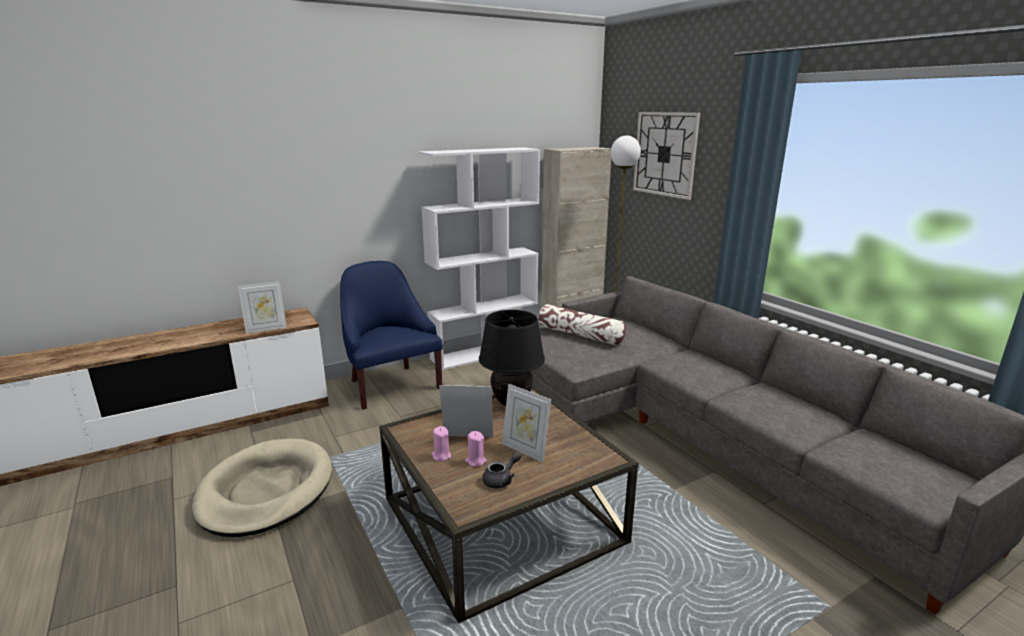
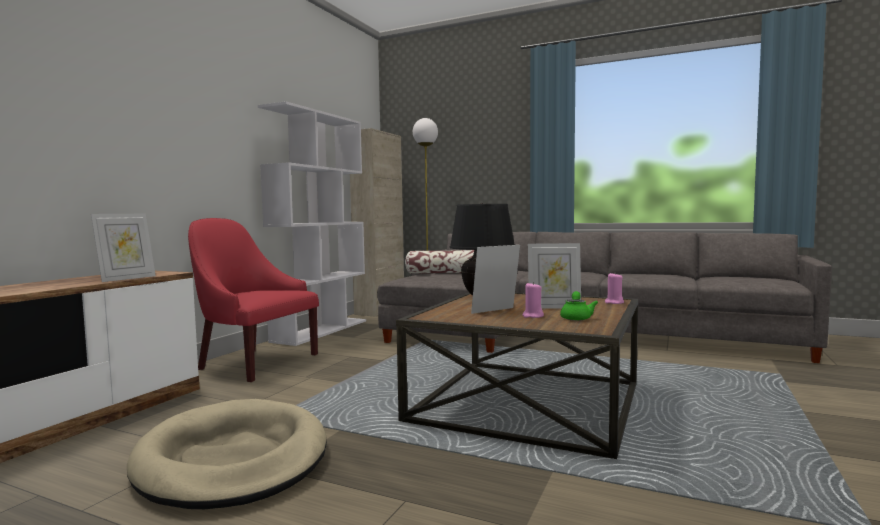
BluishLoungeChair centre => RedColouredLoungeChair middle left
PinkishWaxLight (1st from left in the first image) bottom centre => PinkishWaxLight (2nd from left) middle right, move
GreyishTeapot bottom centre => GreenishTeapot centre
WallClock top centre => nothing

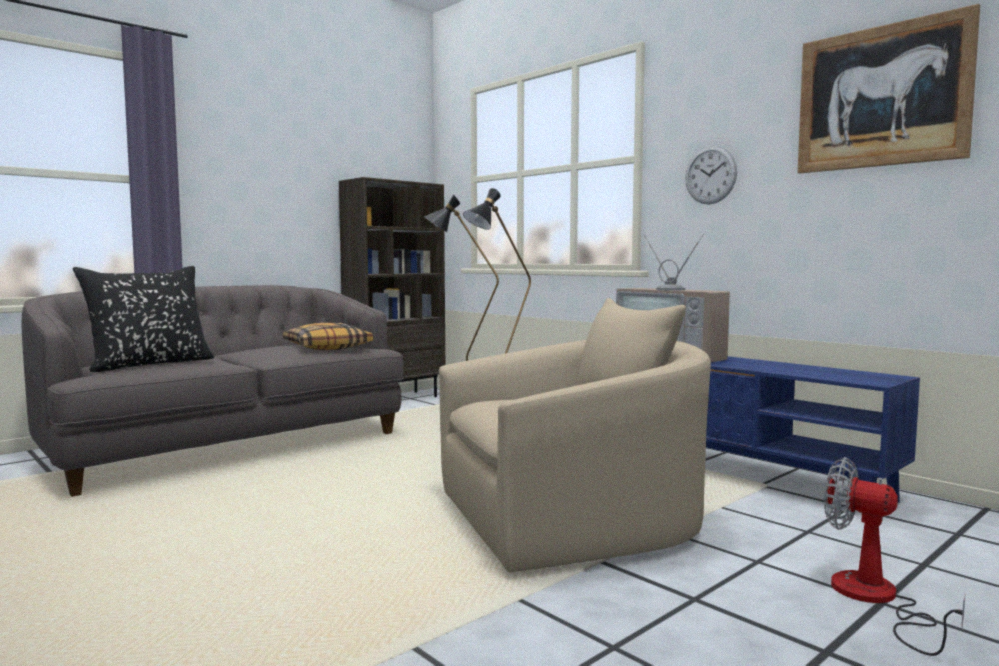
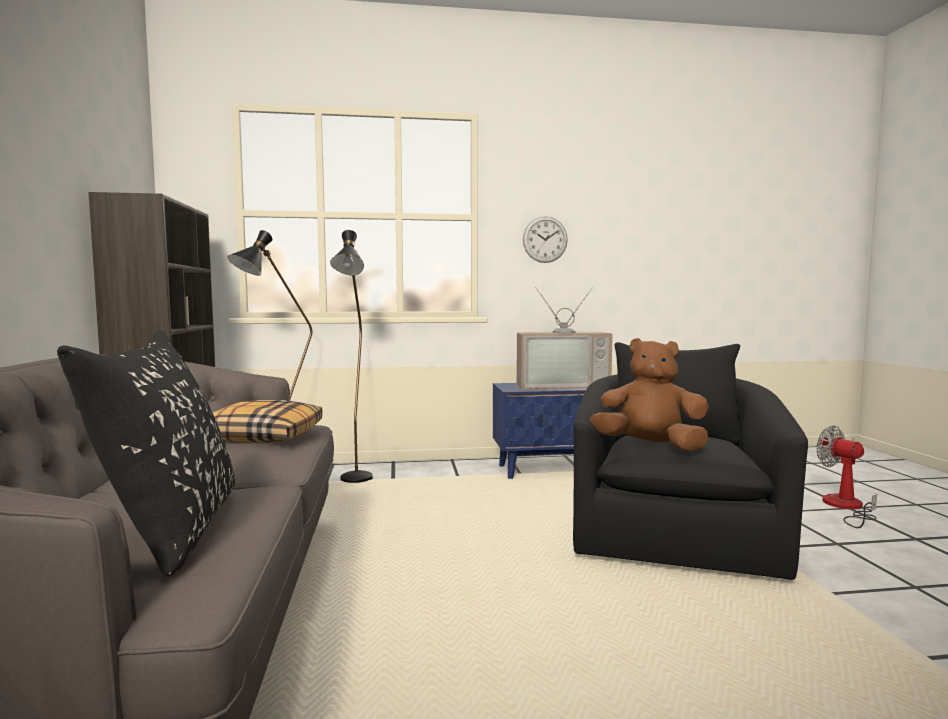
BeigeColouredLoungeChair centre => BlackLoungeChair middle right
WallArt top right => nothing
CoolingFan bottom right => CoolingFan middle right, 75 degrees clockwise
nothing => BrownColouredCuddlyToy middle right

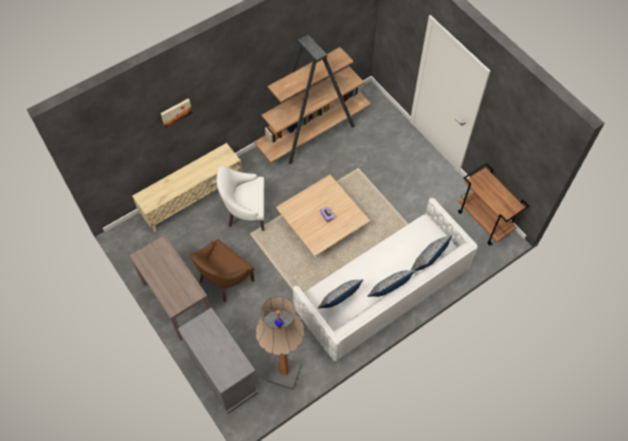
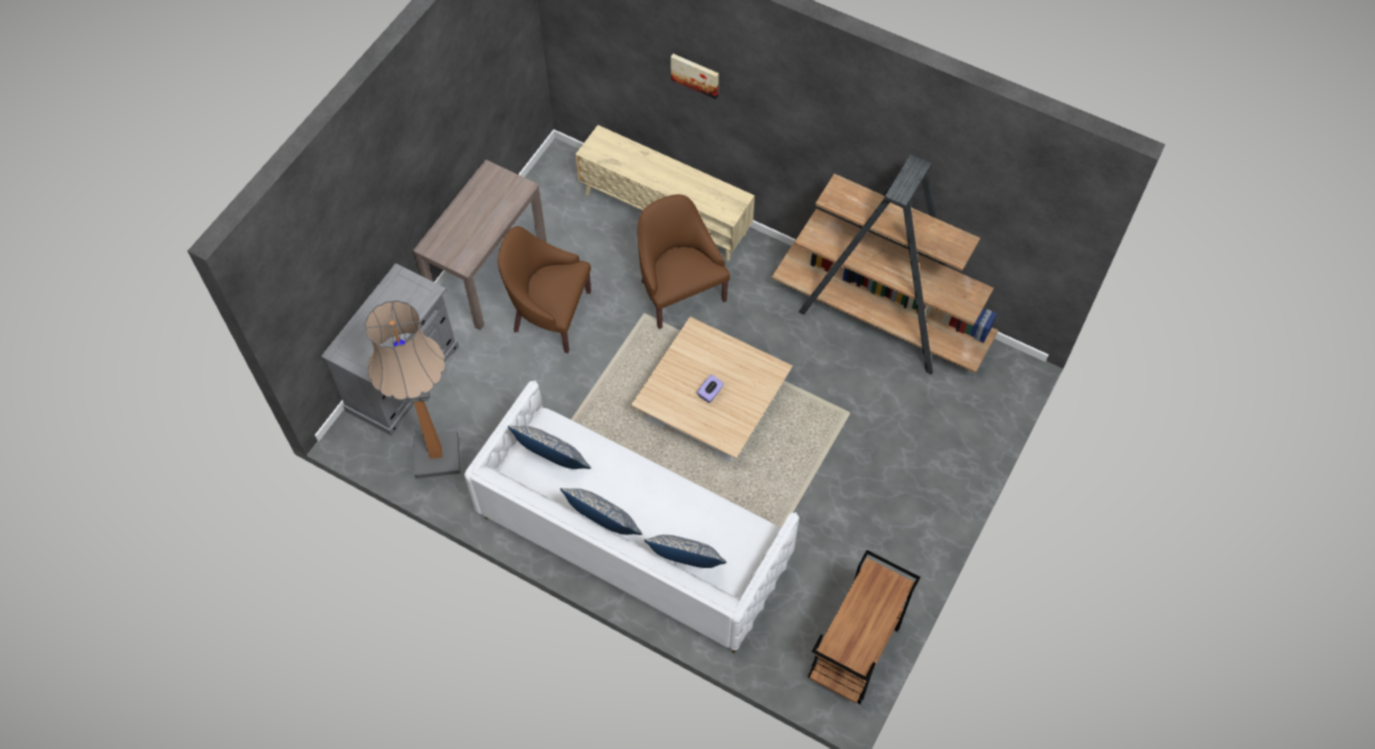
WhiteLoungeChair centre => BrownColouredLoungeChair (2nd from left) centre

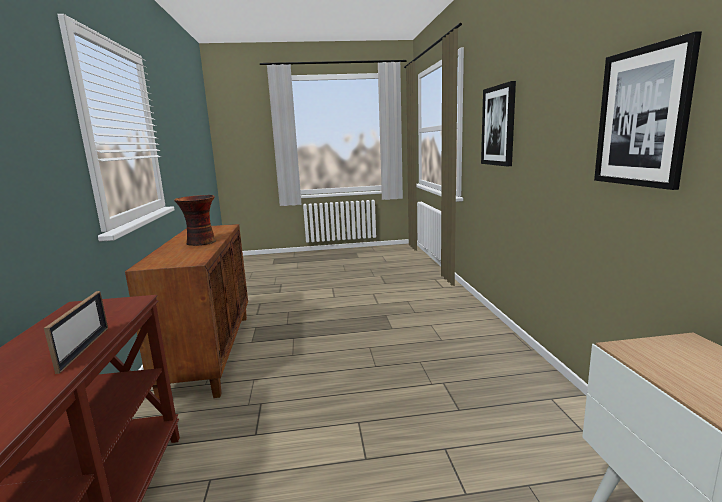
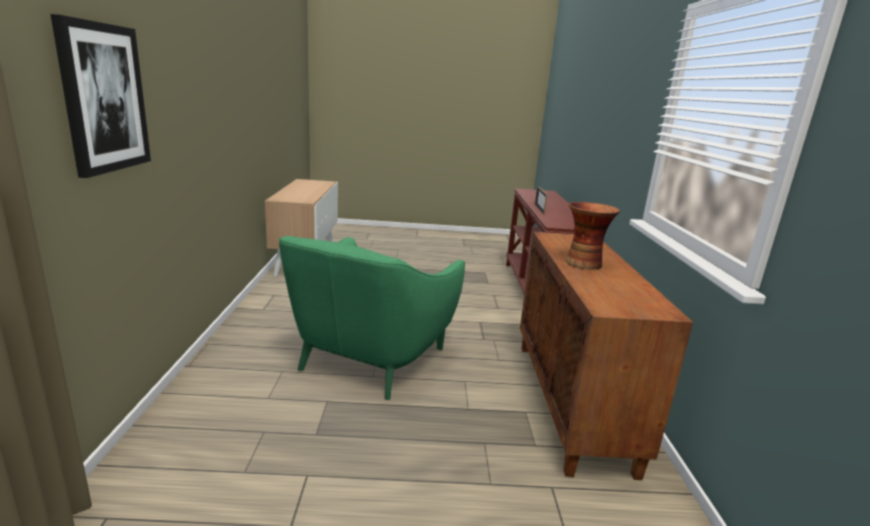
WallArt (2nd from left) top right => nothing
nothing => GreenishLoungeChair centre

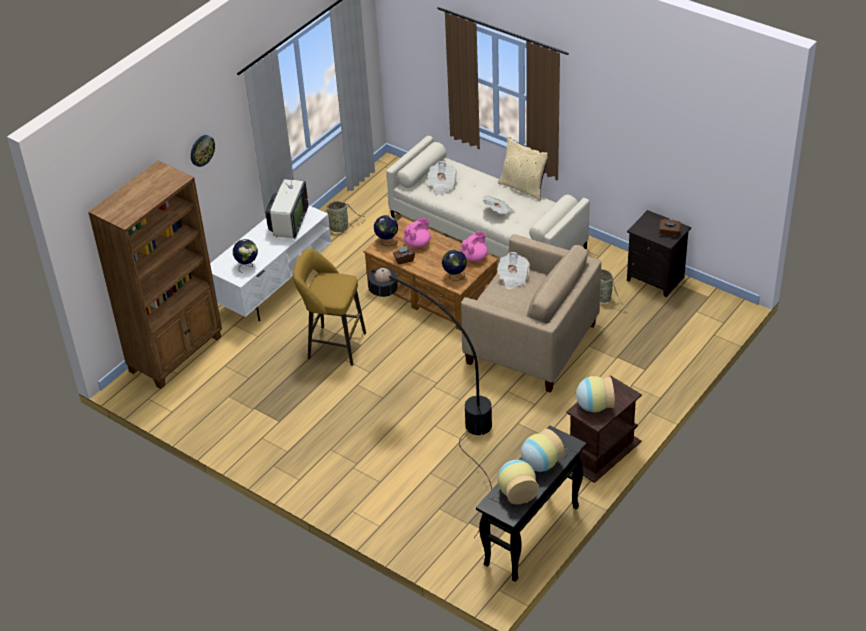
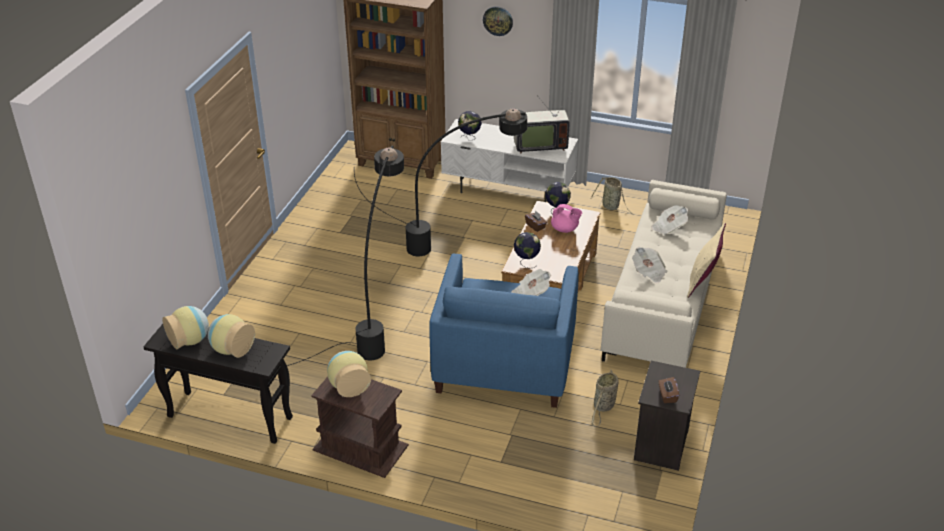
YellowishSittingStool centre => BlackStandingLamp (2nd from left) centre
PinkishTeapot (2nd from left) centre => nothing
BeigeColouredLoungeChair centre => BluishLoungeChair centre

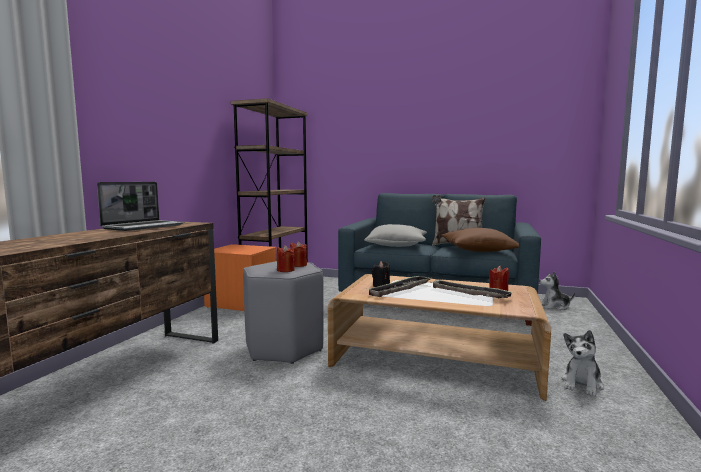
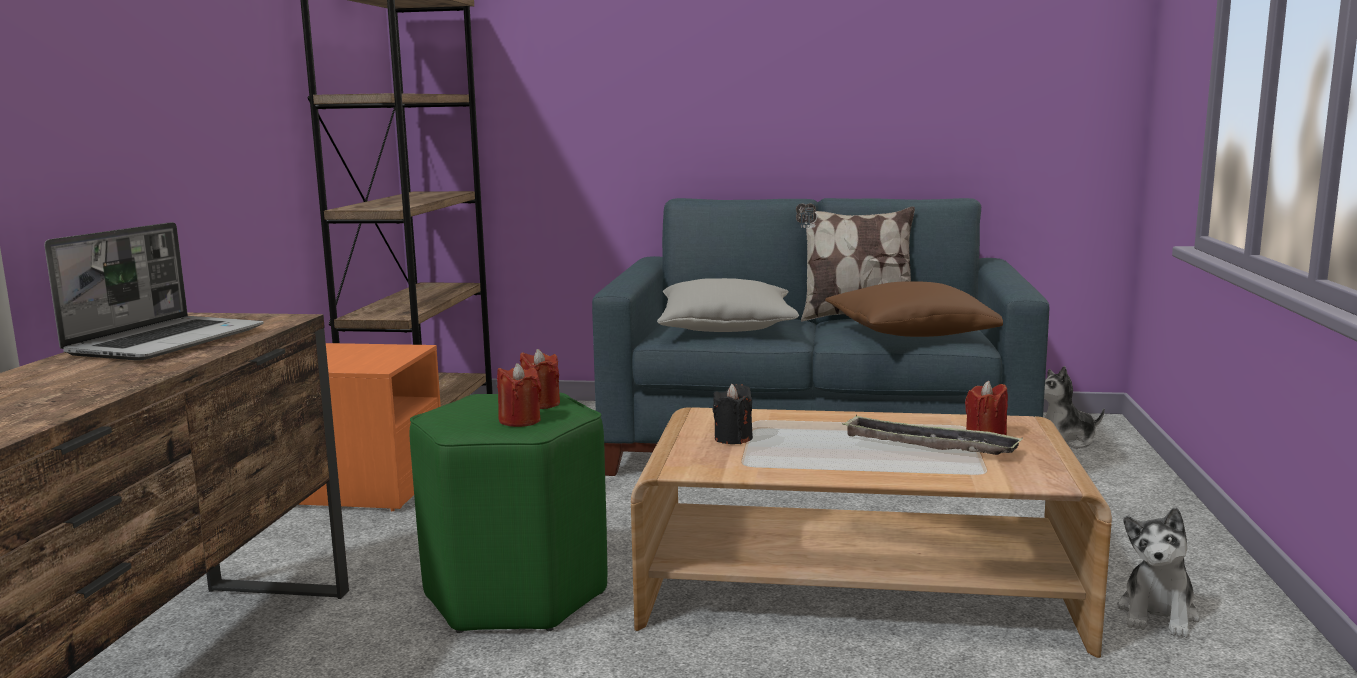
GreyishSittingStool centre => GreenishSittingStool bottom centre
ServingTray (1st from left) centre => nothing

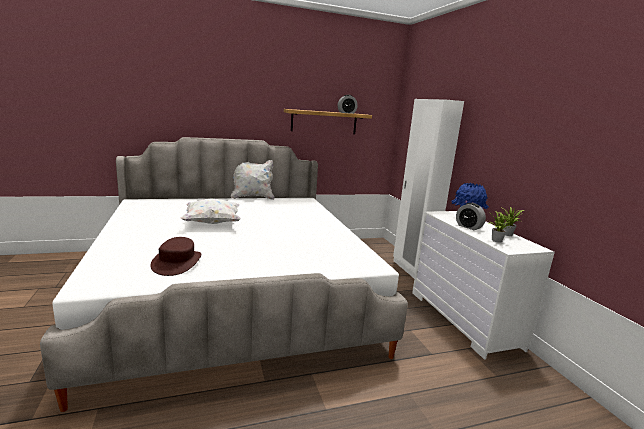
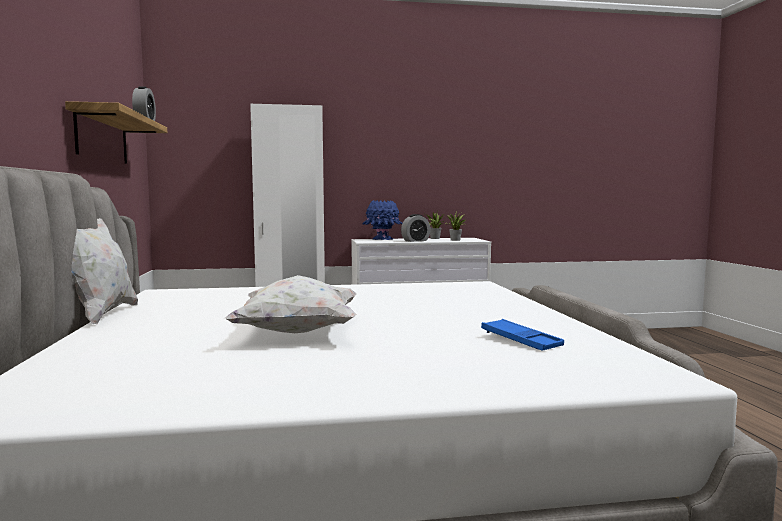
BrownColouredClothingHat middle left => BluishServingTray middle right

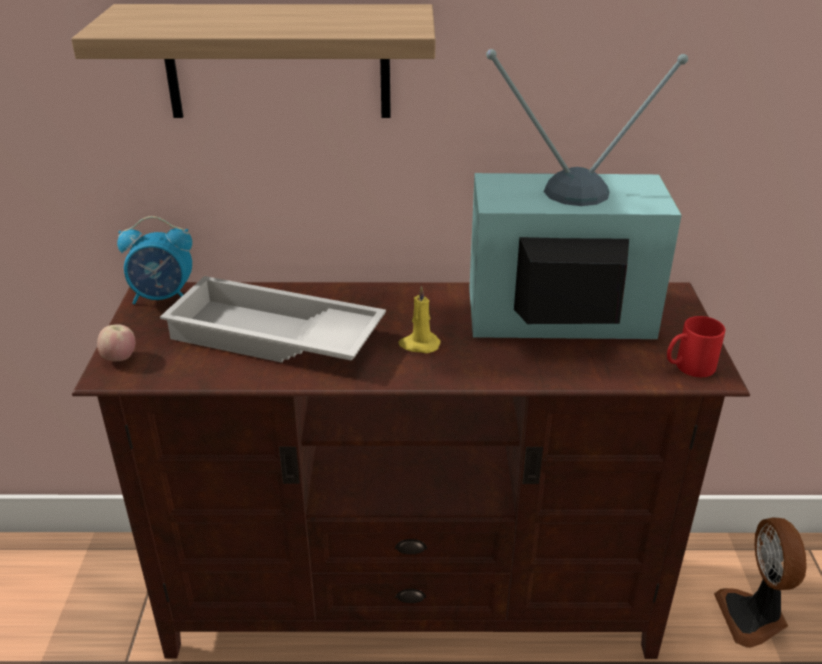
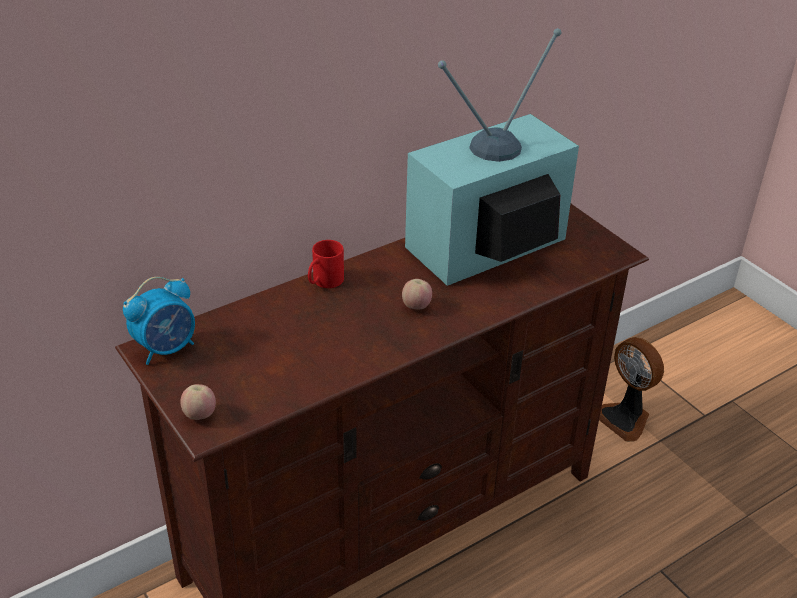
Shelf top left => nothing
WhiteServingTray middle left => nothing
YellowishWaxLight centre => Apple (2nd from left) centre
RedColouredCoffeeMug middle right => RedColouredCoffeeMug centre, move

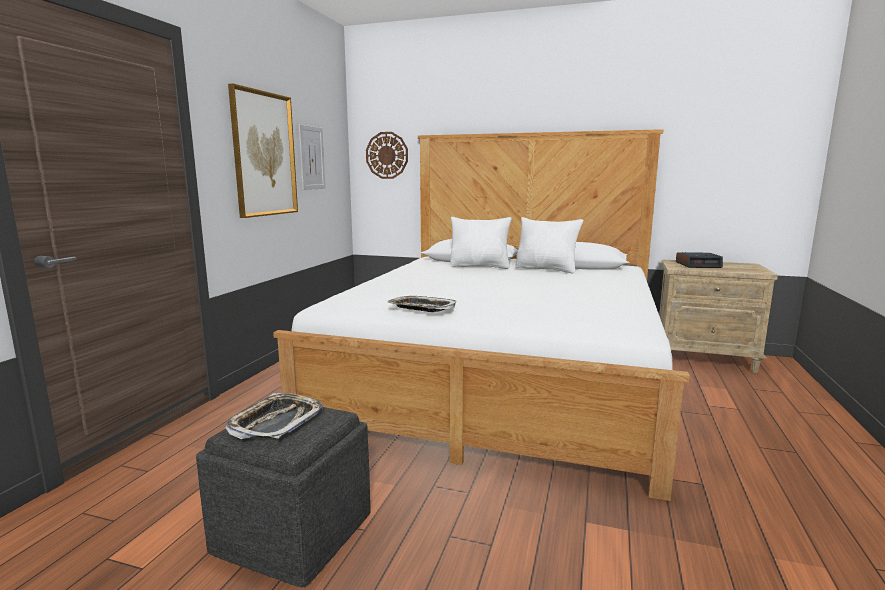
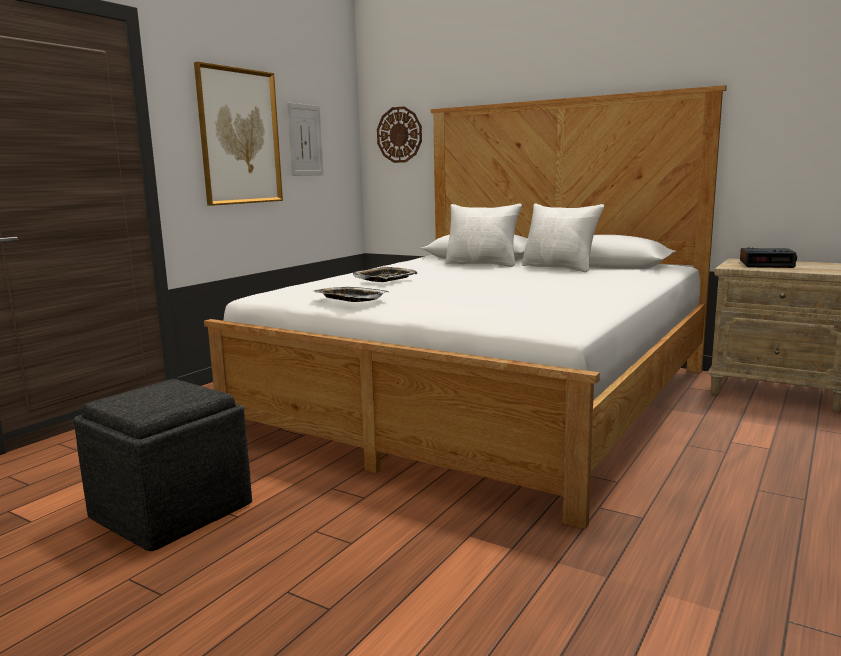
ServingTray (1st from left in the first image) bottom left => ServingTray (2nd from left) centre, move

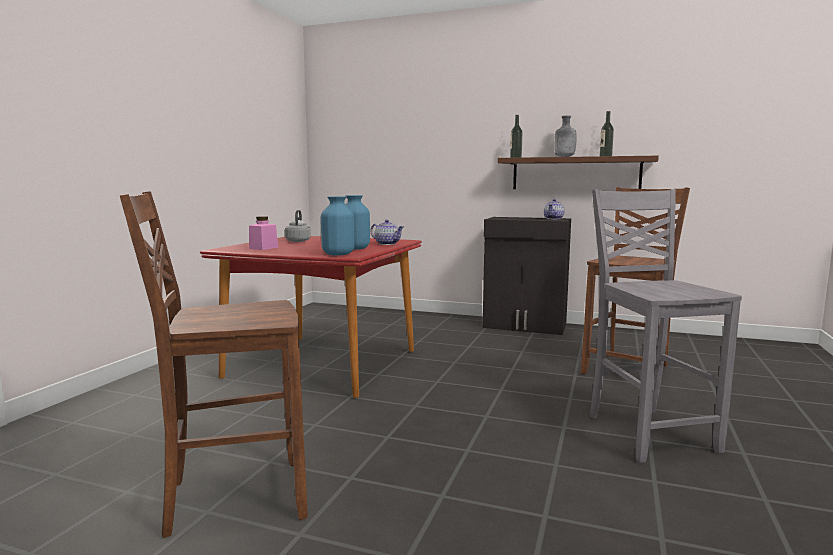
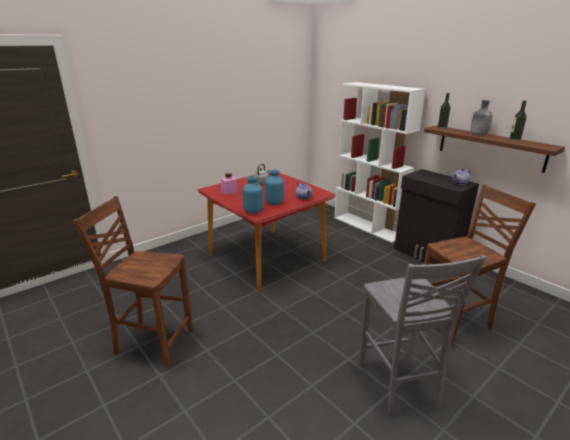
GreyishChair middle right => GreyishChair bottom right, 150 degrees clockwise
nothing => WhiteShelvingUnit middle right

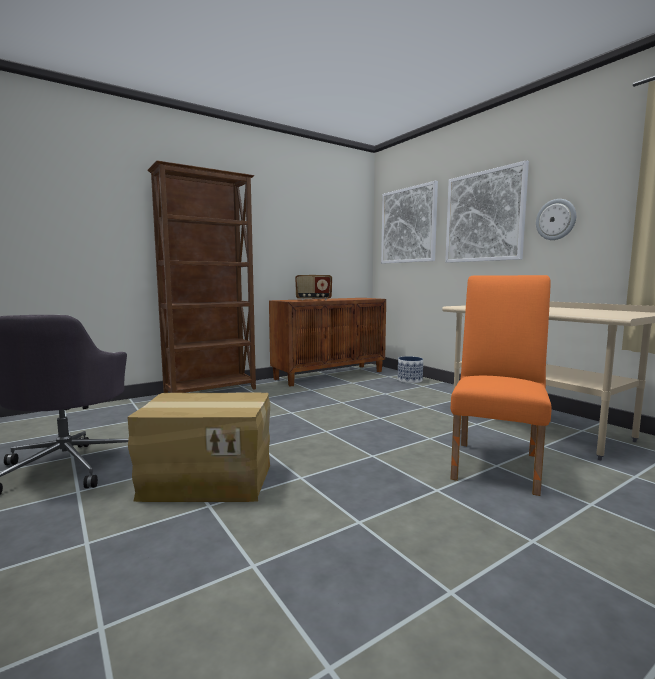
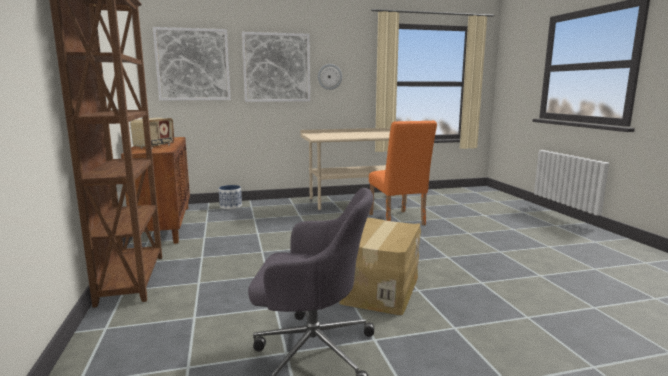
OrangeChair middle right => OrangeChair centre, 150 degrees counterclockwise

